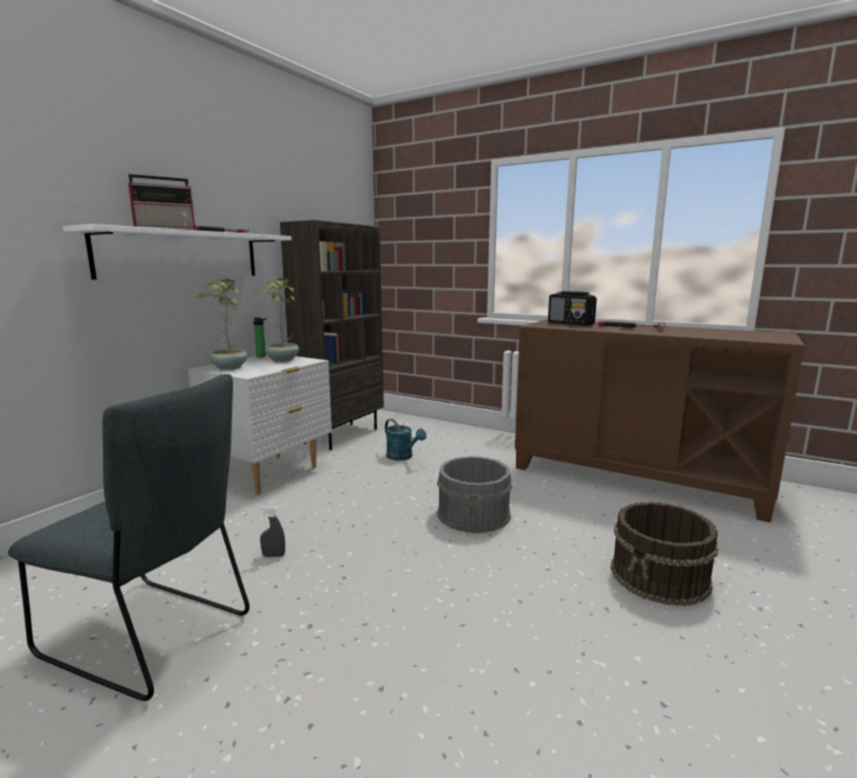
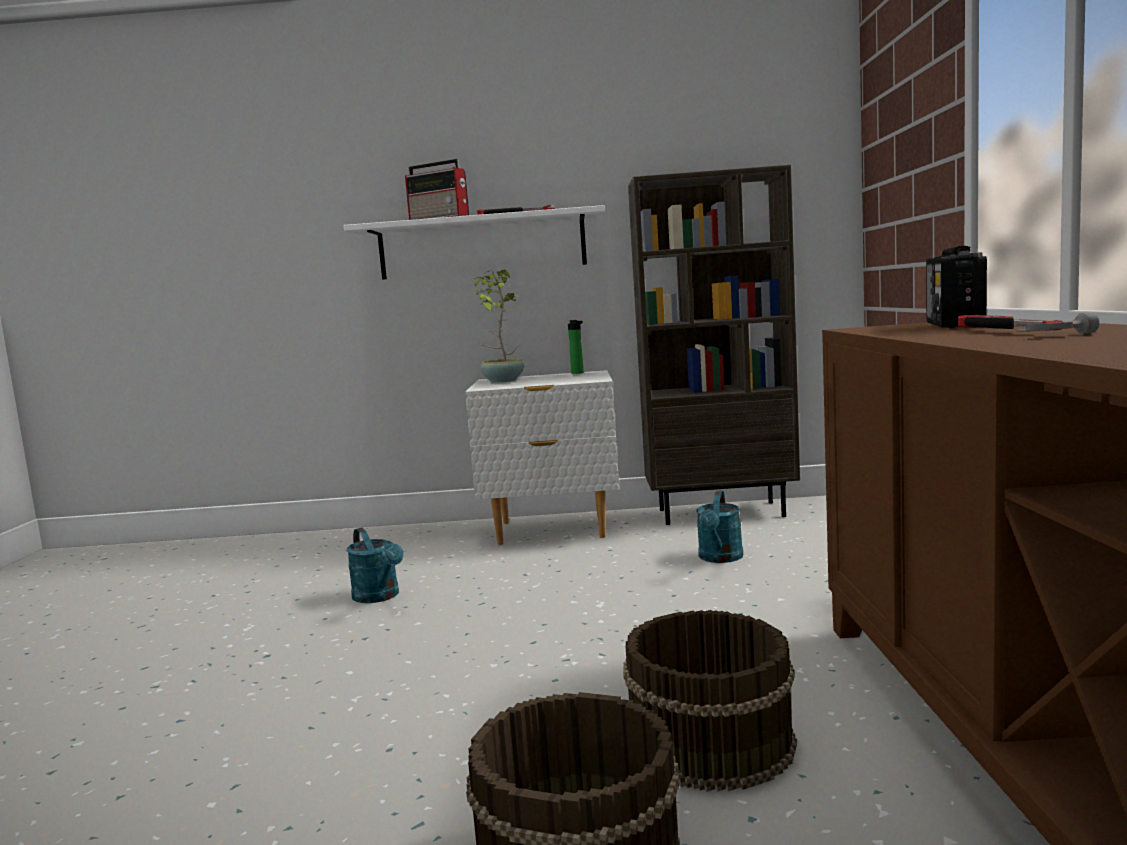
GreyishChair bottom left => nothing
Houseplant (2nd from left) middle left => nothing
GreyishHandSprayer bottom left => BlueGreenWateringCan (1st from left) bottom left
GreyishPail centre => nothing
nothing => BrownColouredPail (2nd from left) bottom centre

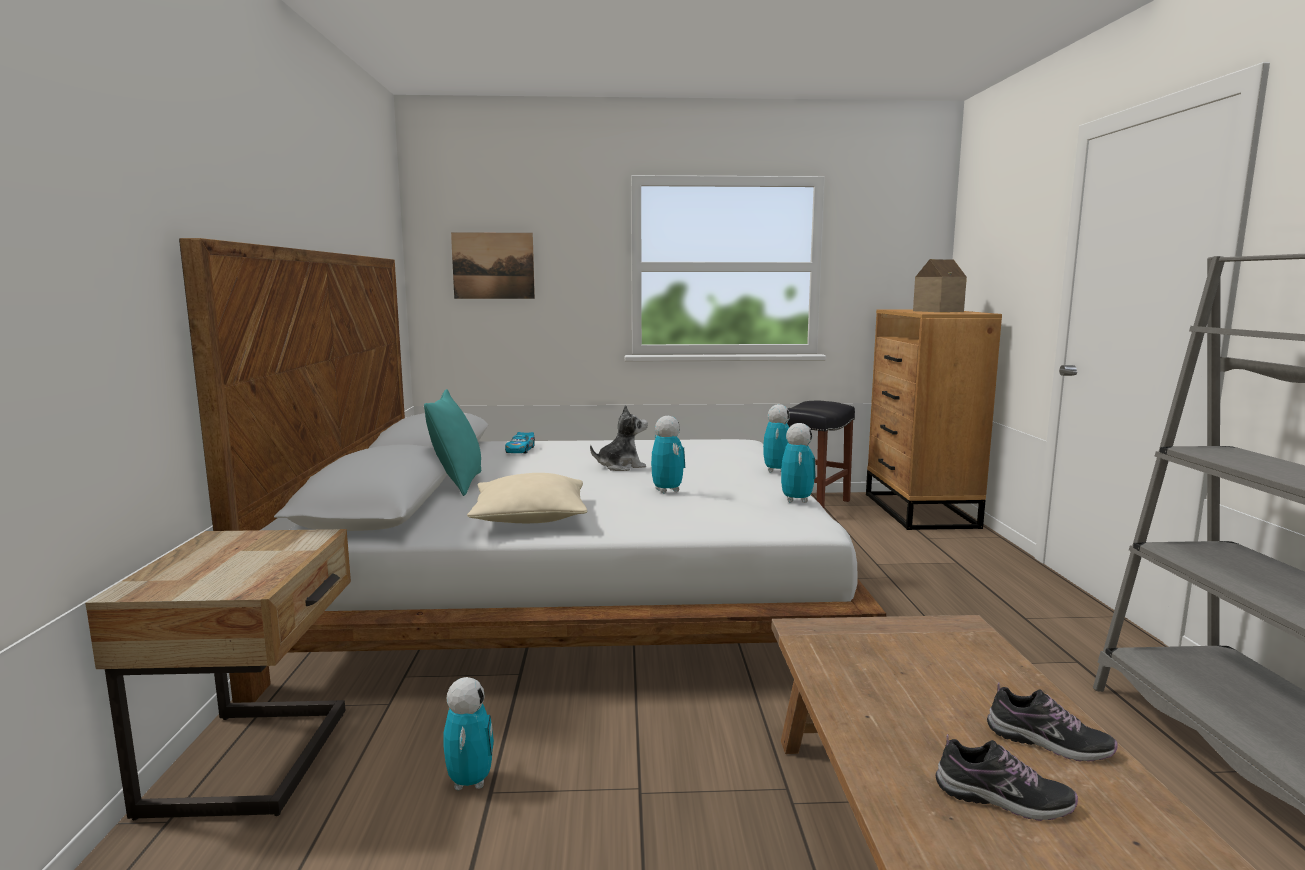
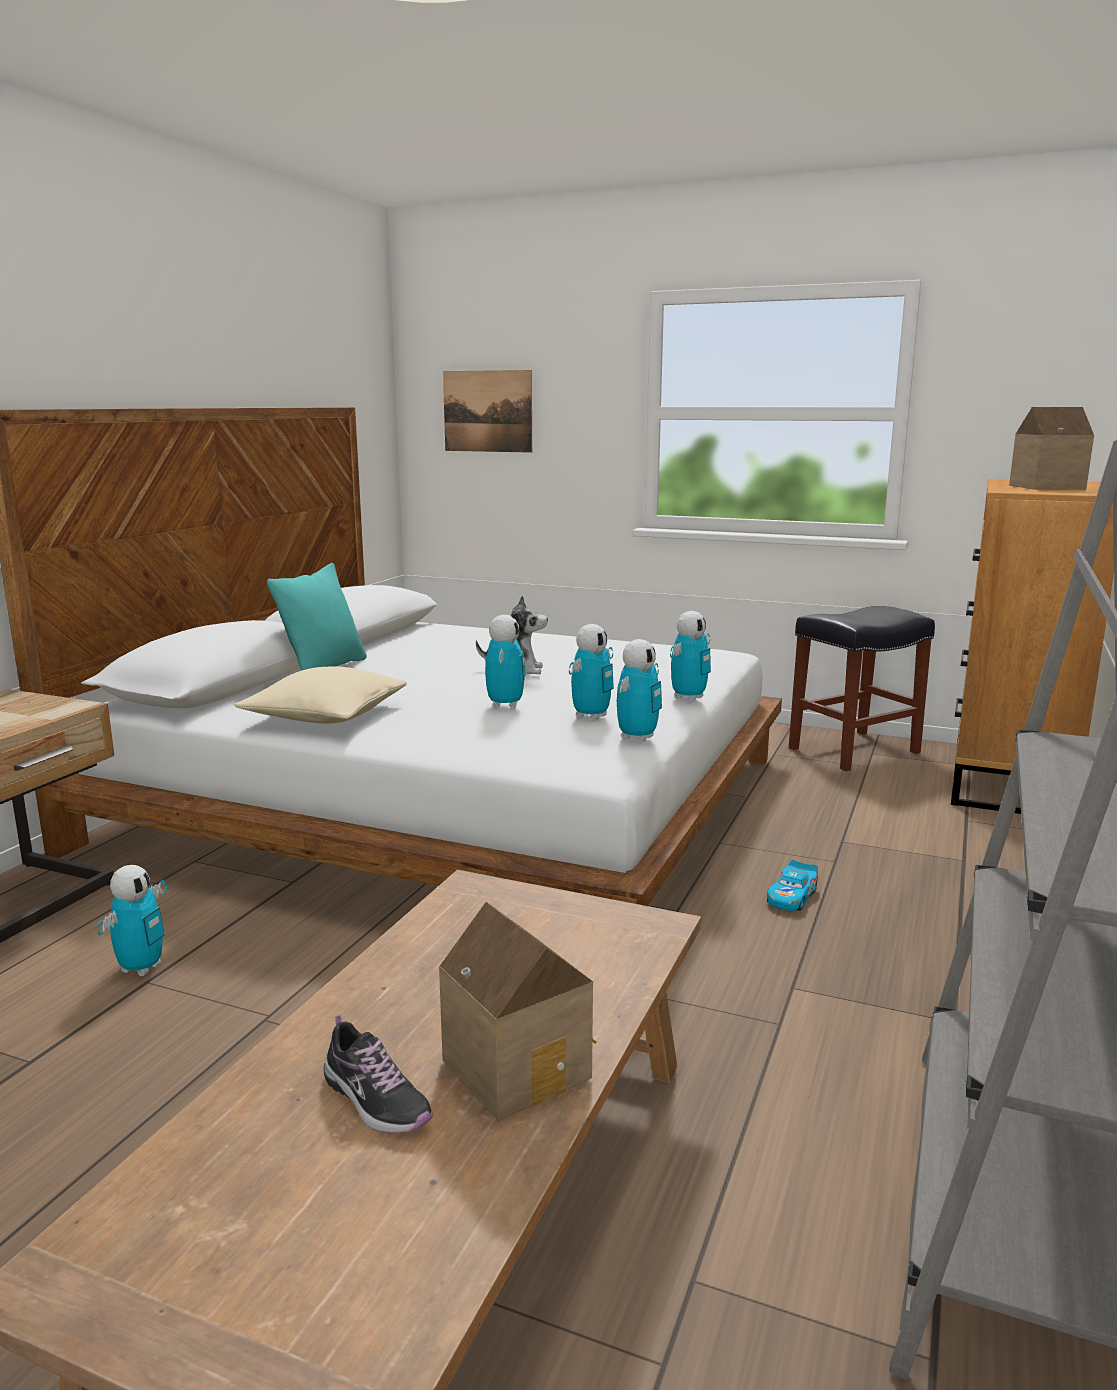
ModelCar centre => ModelCar middle right, move
LowShoe (2nd from left) bottom right => ModelHouse (1st from left) bottom centre
nothing => ModelRobot (3rd from left) centre

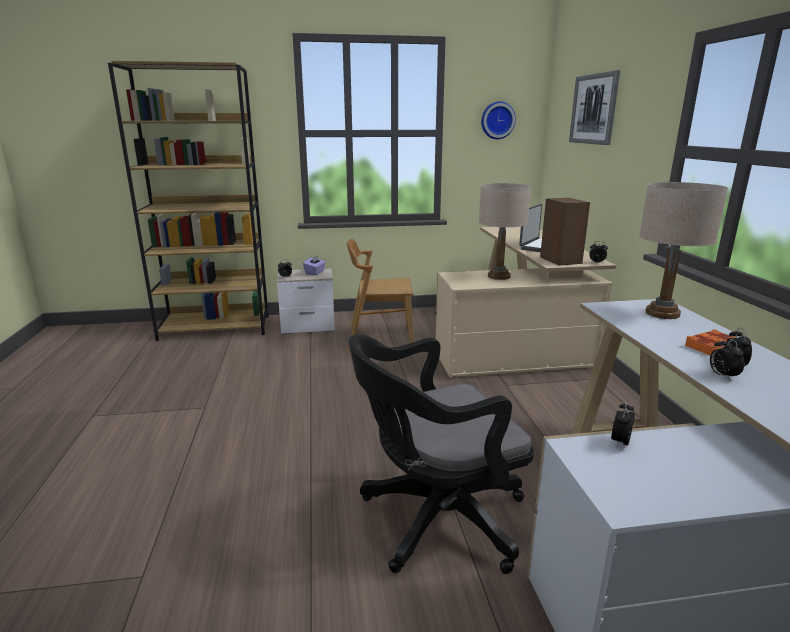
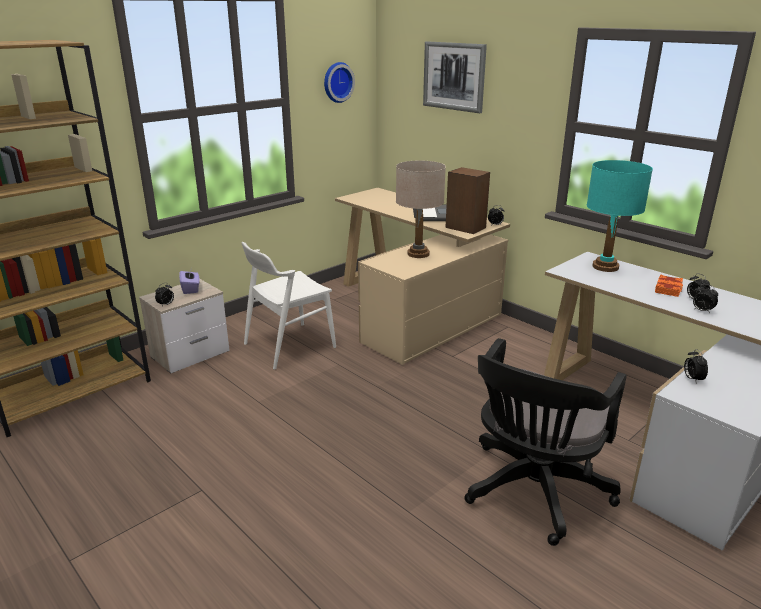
BrownColouredChair centre => WhiteChair centre
BeigeColouredTableLamp (2nd from left) middle right => BlueGreenTableLamp middle right

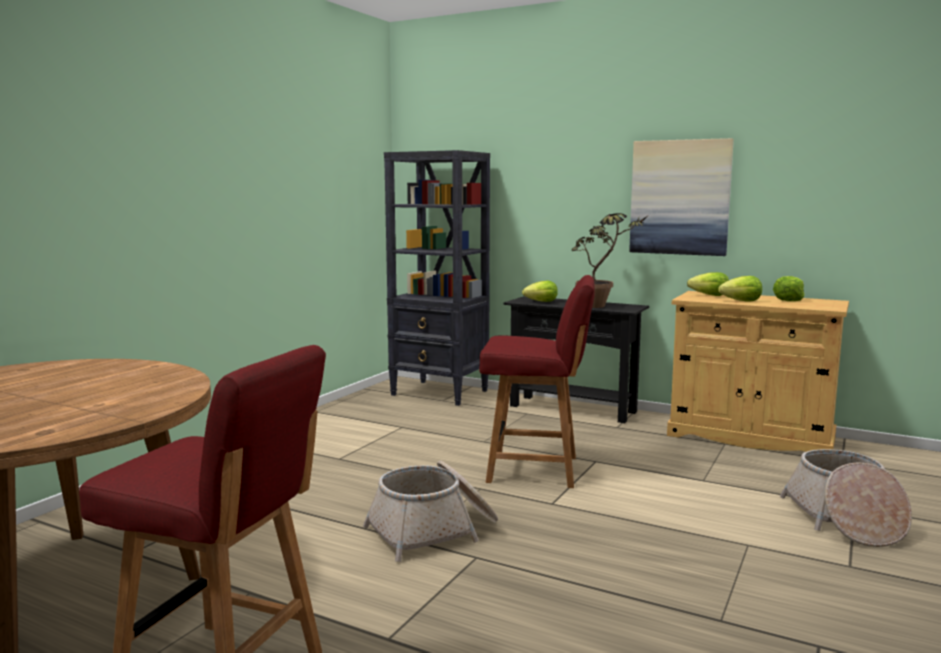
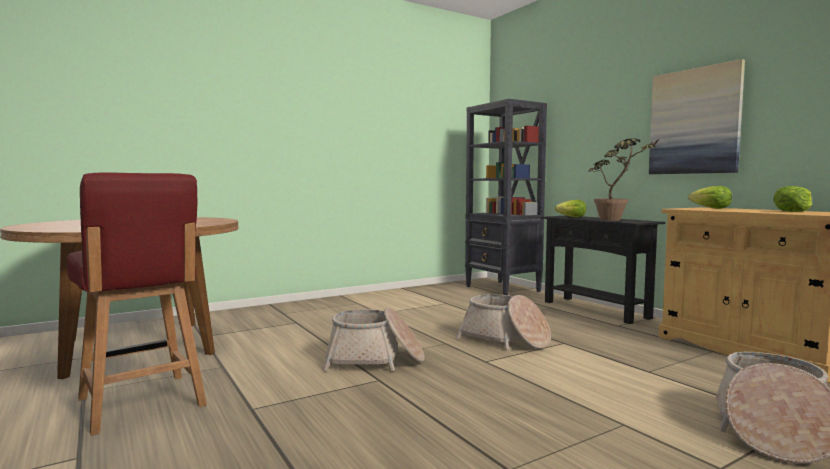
RedColouredChair (2nd from left) centre => Basket (2nd from left) bottom centre
HeadOfLettuce (3rd from left) middle right => nothing

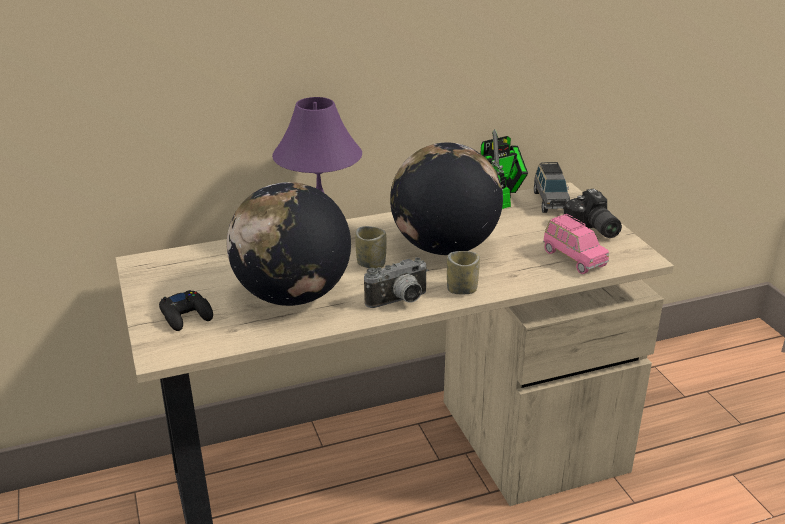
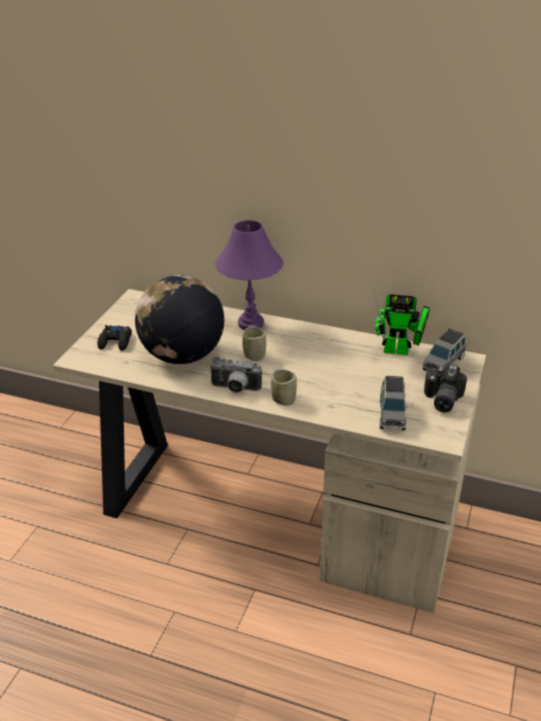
Globe (2nd from left) centre => nothing
PinkishModelCar middle right => GreyishModelCar (1st from left) middle right

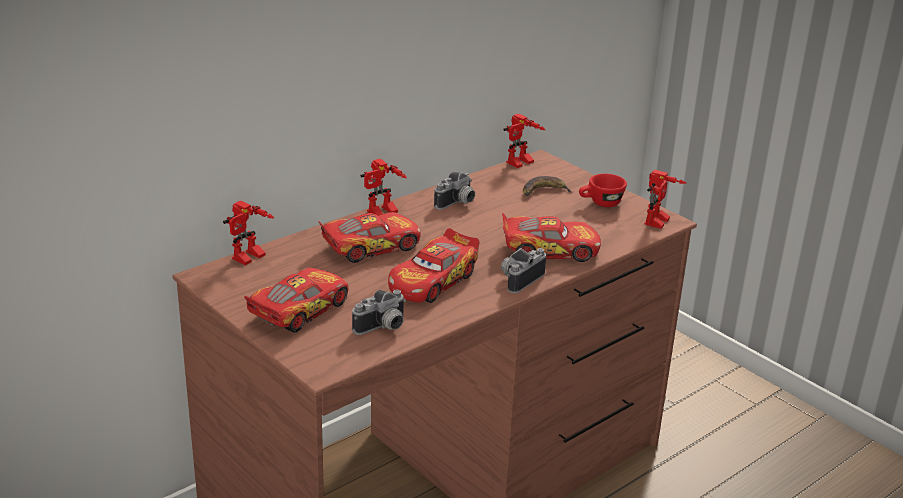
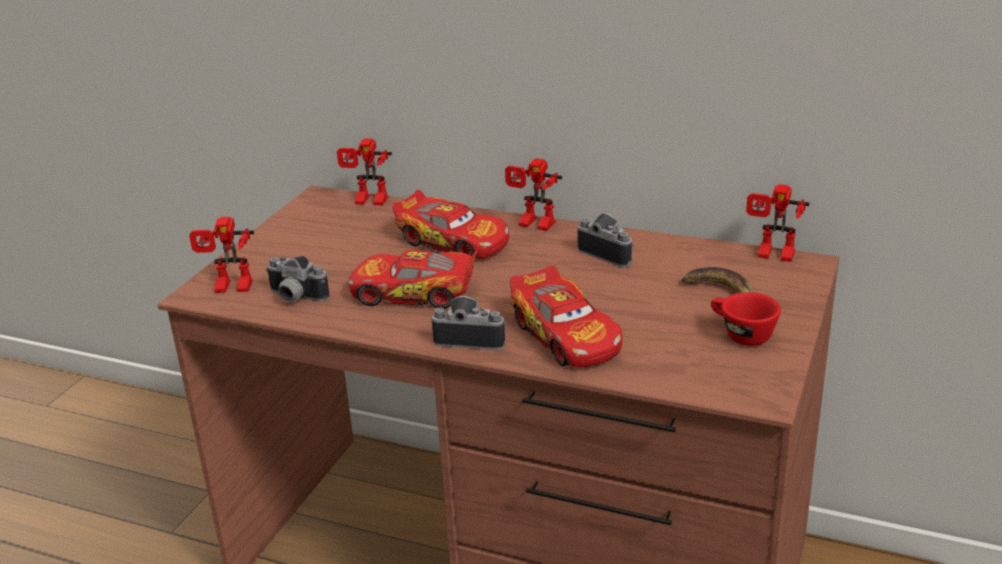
ModelCar (1st from left) middle left => nothing
PhotoCamera (2nd from left in the first image) centre => PhotoCamera (3rd from left) centre, 150 degrees counterclockwise
ModelRobot (4th from left in the first image) middle right => ModelRobot (1st from left) middle left, move

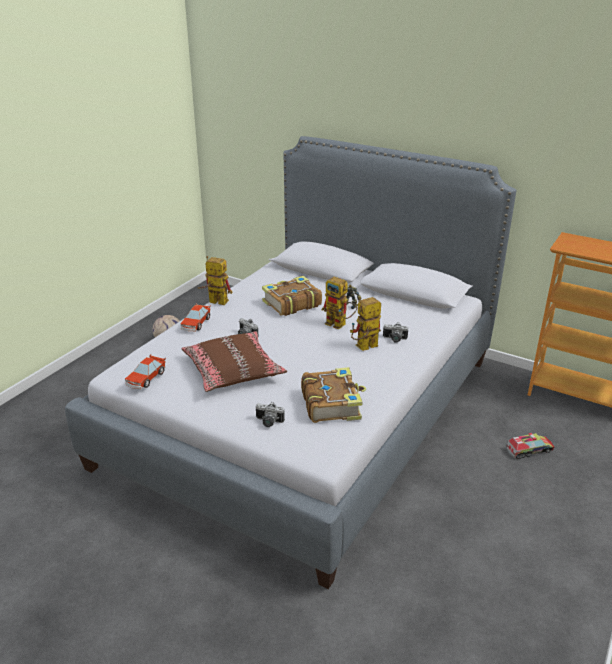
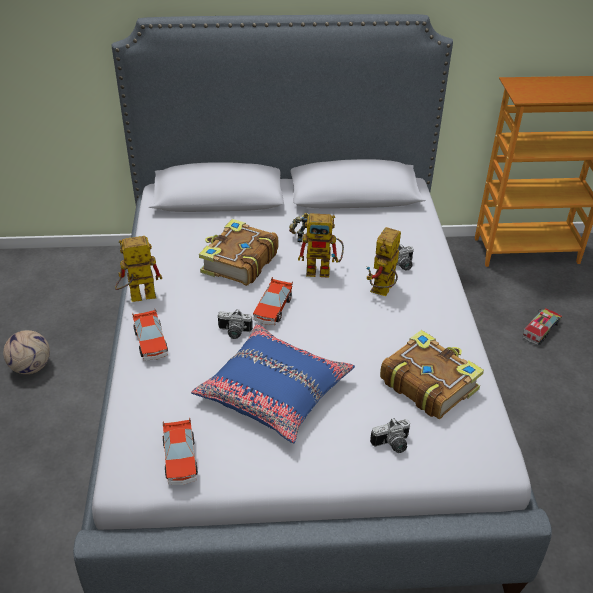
BrownColouredCushion centre => BluishCushion centre
nothing => ModelCar (3rd from left) centre

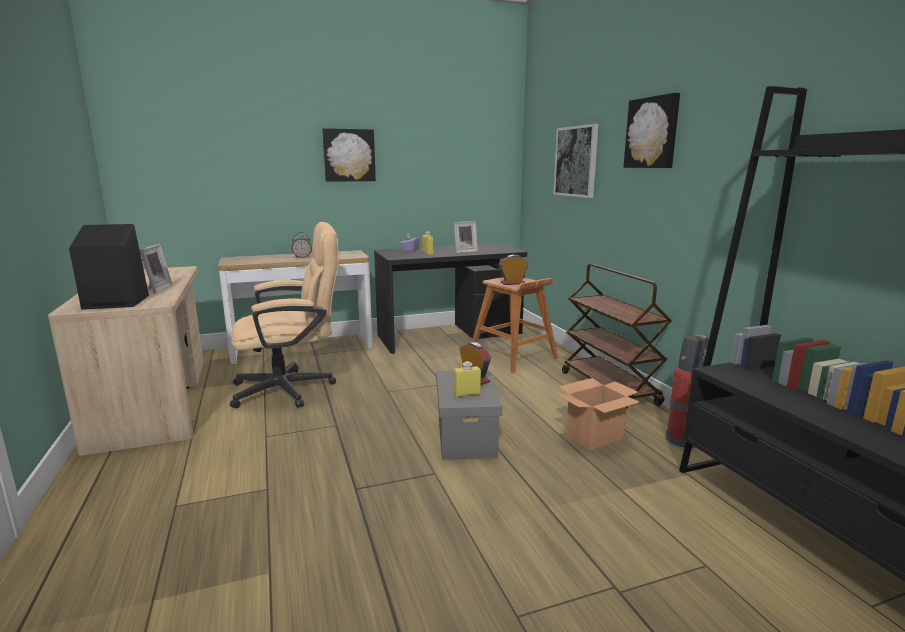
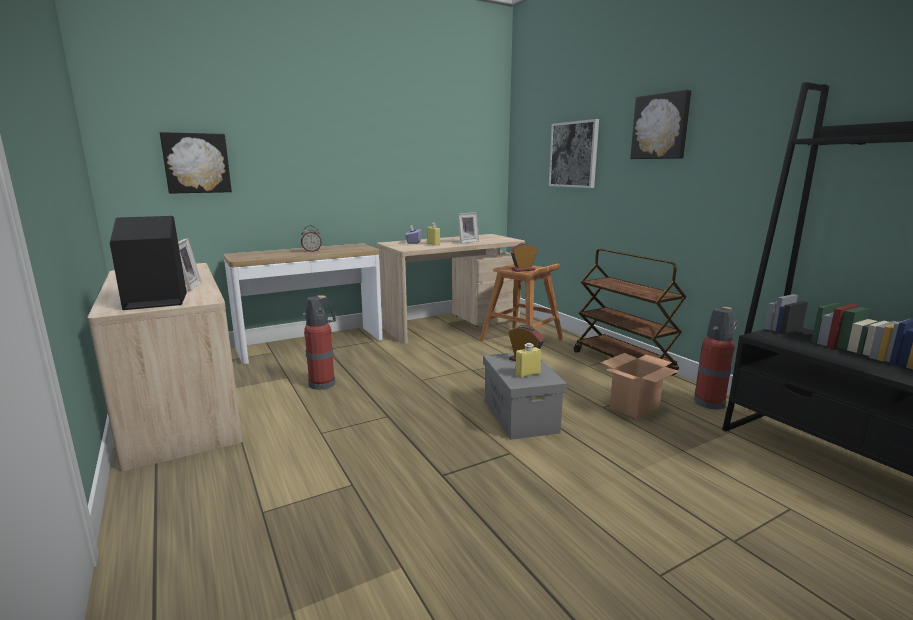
BeigeColouredComputerChair middle left => FireFightingCylinder (1st from left) centre
WallArt (1st from left) top centre => WallArt (1st from left) top left, move
BlackDeskTable centre => BeigeColouredDeskTable (2nd from left) centre

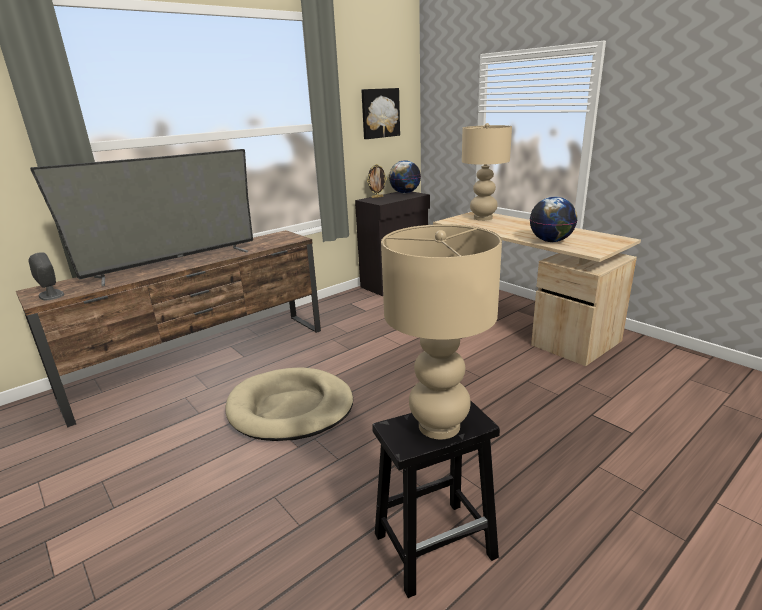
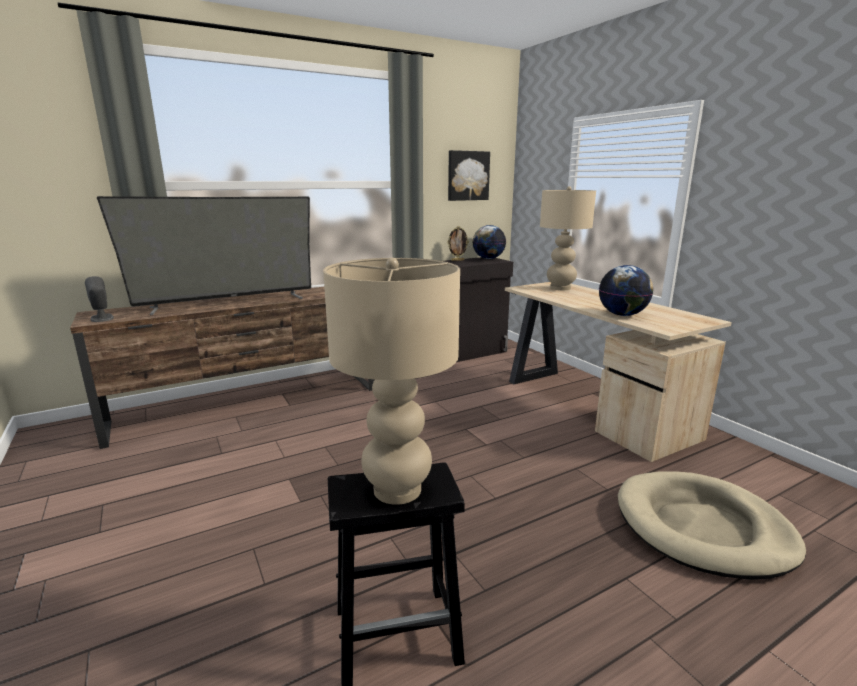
BeigeColouredDogCushion centre => BeigeColouredDogCushion bottom right, move

